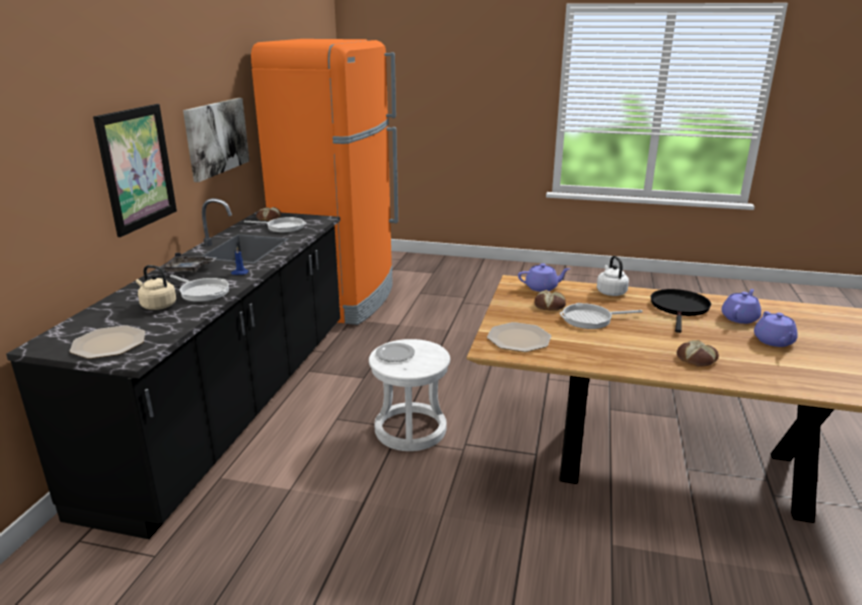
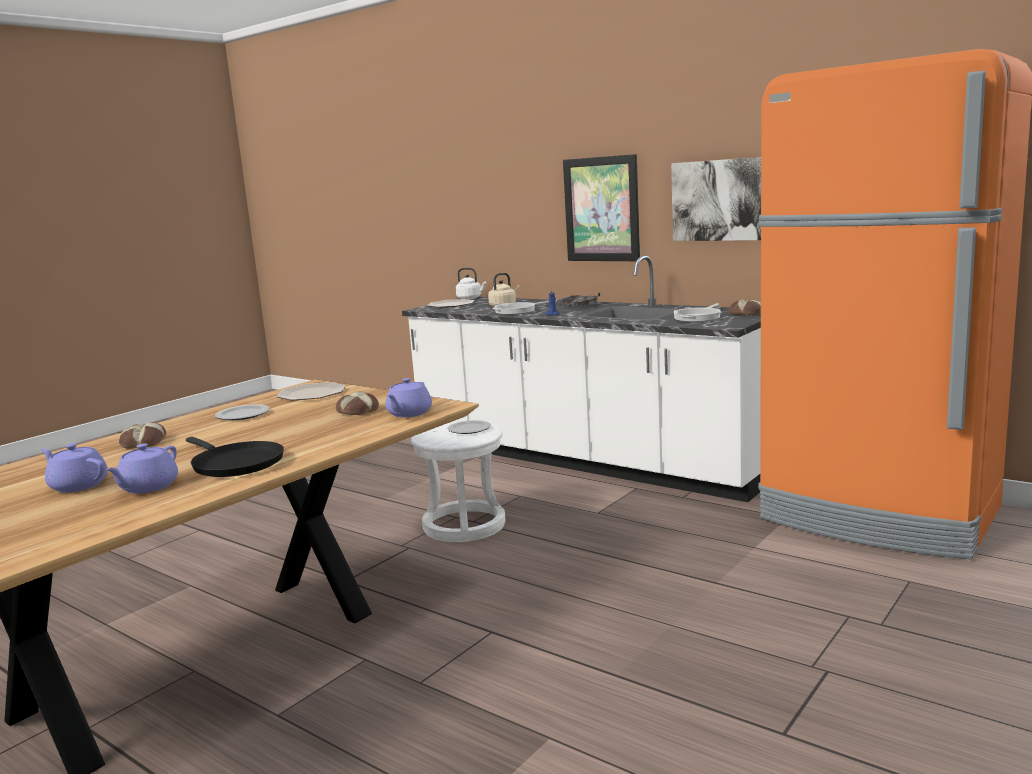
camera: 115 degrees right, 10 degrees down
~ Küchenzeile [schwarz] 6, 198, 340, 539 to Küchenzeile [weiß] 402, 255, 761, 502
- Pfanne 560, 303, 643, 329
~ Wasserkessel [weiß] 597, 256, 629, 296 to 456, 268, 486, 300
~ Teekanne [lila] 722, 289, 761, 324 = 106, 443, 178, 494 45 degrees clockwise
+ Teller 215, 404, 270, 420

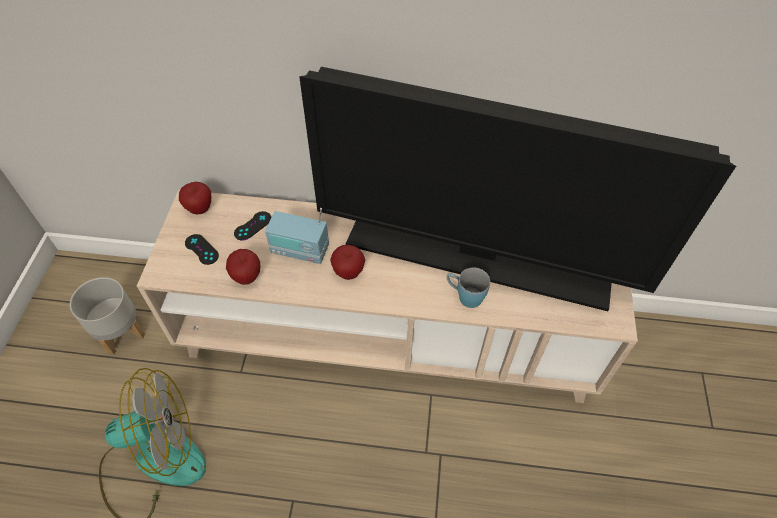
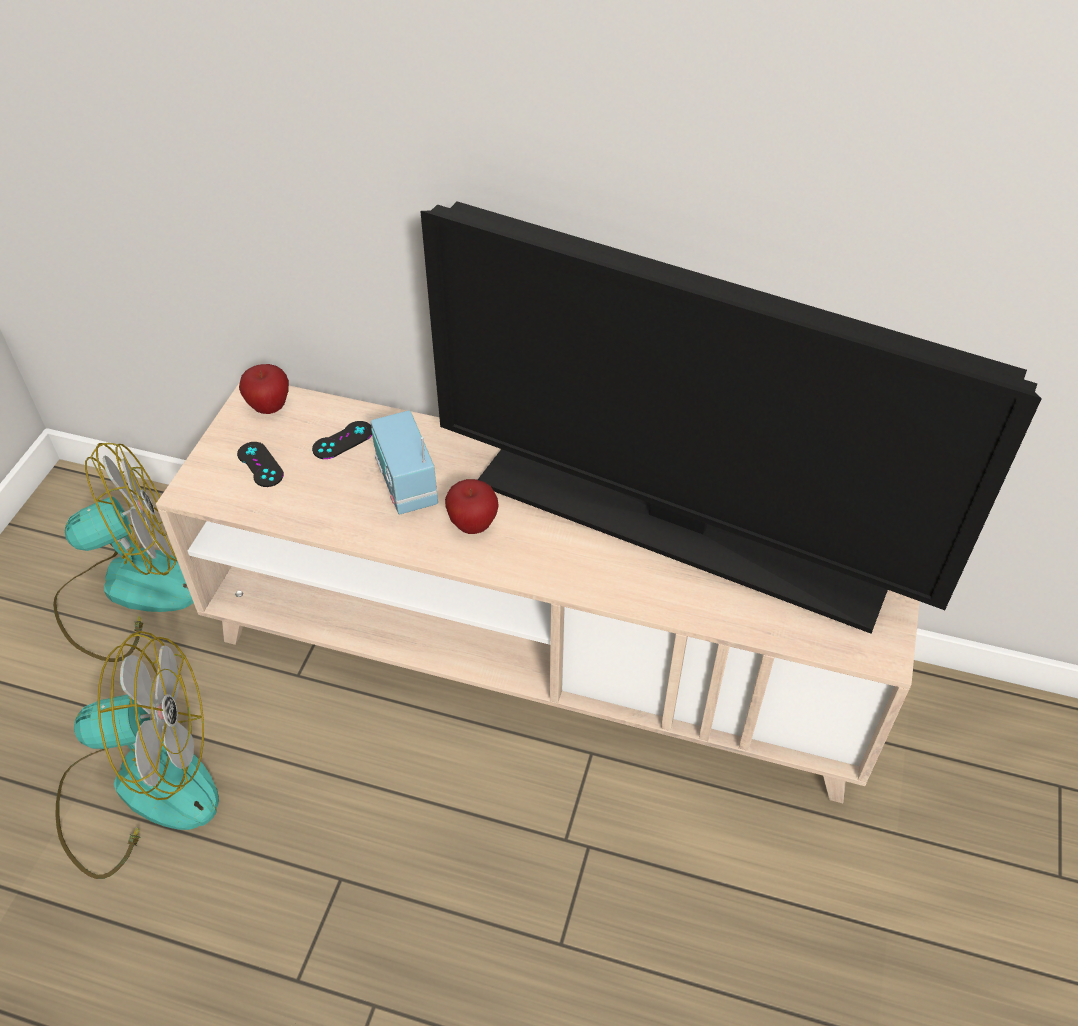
camera: 10 degrees right, 5 degrees down
~ Pflanzkübel [grau] 70, 277, 145, 355 to Ventilator 53, 443, 193, 662
- Apfel 226, 249, 260, 285
~ Radio 265, 208, 329, 264 = 371, 410, 438, 515 45 degrees clockwise
- Henkelbecher [blau] 446, 267, 490, 308

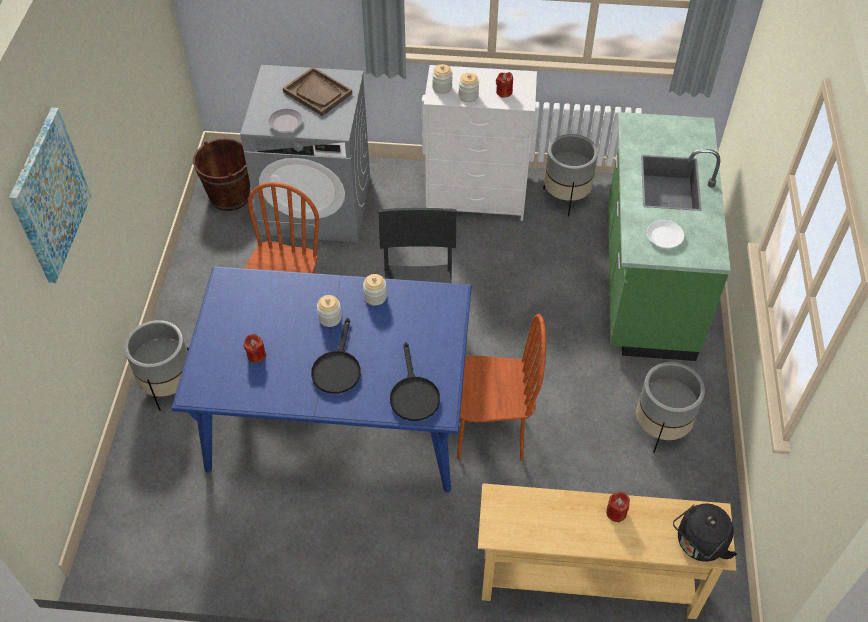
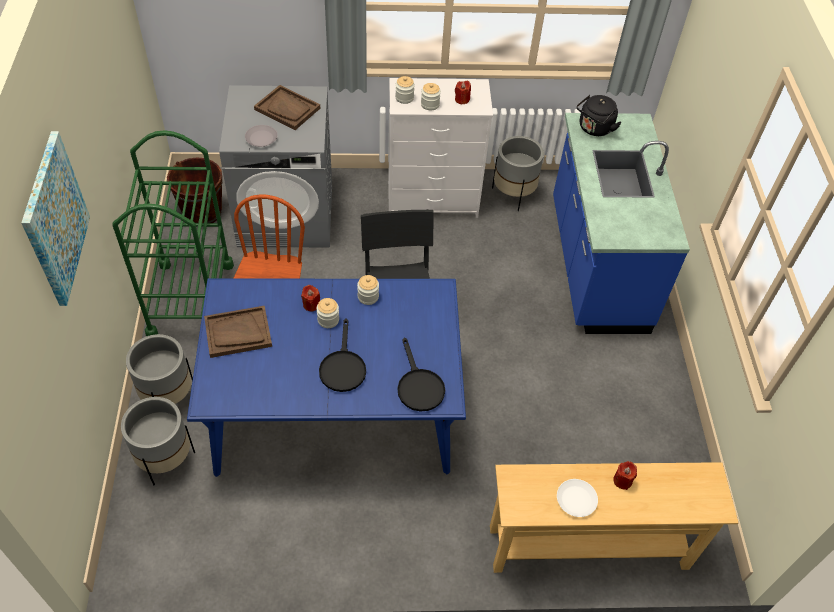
camera: 10 degrees left, 0 degrees up
~ Kerze [rot] 243, 334, 266, 363 to 301, 285, 320, 311
- Stuhl [braun] 457, 314, 546, 461
~ Küchenzeile [grün] 608, 112, 731, 361 to Küchenzeile [blau] 553, 113, 690, 334
~ Pflanzkübel [grau] 636, 362, 705, 453 to 121, 397, 195, 485
~ Teller [weiß] 647, 220, 684, 248 to 557, 479, 598, 517
~ Wasserkessel [schwarz] 673, 504, 737, 562 to 577, 95, 622, 136
+ Rollwagen [grün] 112, 130, 234, 336
+ Tablett [braun] 204, 306, 272, 358

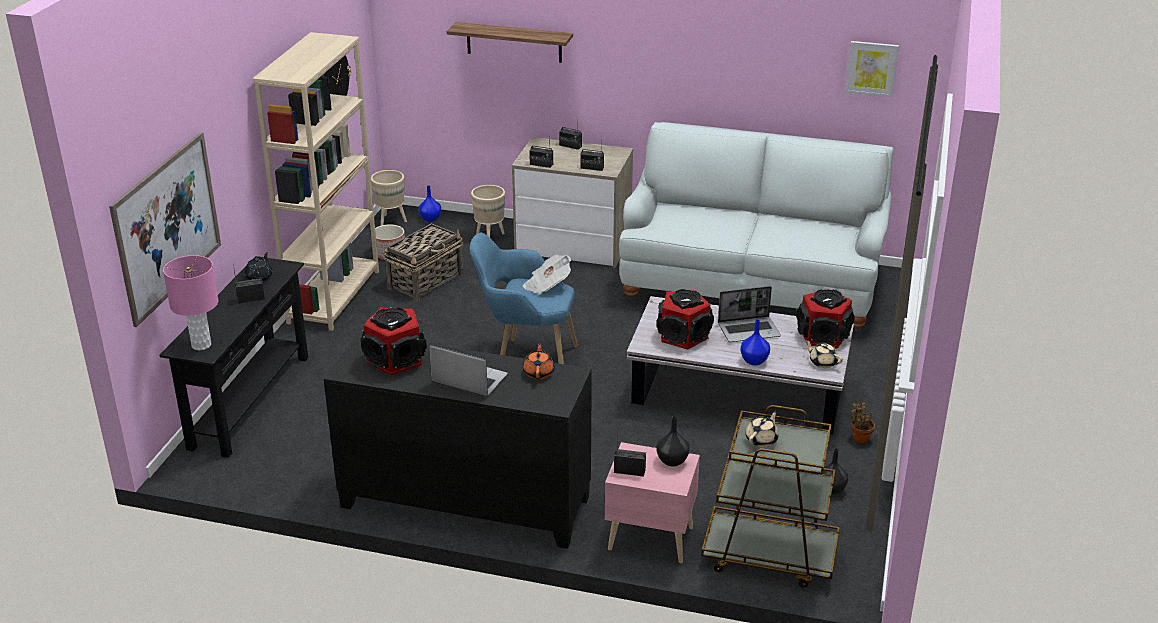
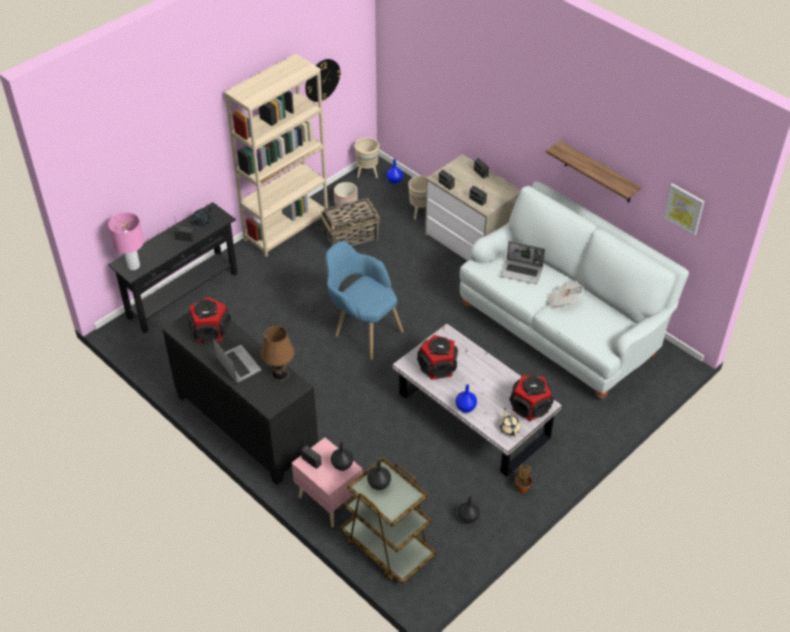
camera: 30 degrees right, 15 degrees up
- Bild 109, 132, 221, 327
~ Wandregal 447, 22, 573, 63 to 546, 141, 641, 203
~ Zeitung 523, 255, 571, 295 to 546, 281, 584, 308
~ Teekanne [orange] 523, 342, 555, 379 to Tischlampe [braun] 261, 326, 299, 398
~ Laptop 718, 286, 781, 342 to 501, 241, 545, 284
~ Teekanne [beige] 745, 410, 779, 447 to Vase [schwarz] 367, 460, 391, 490

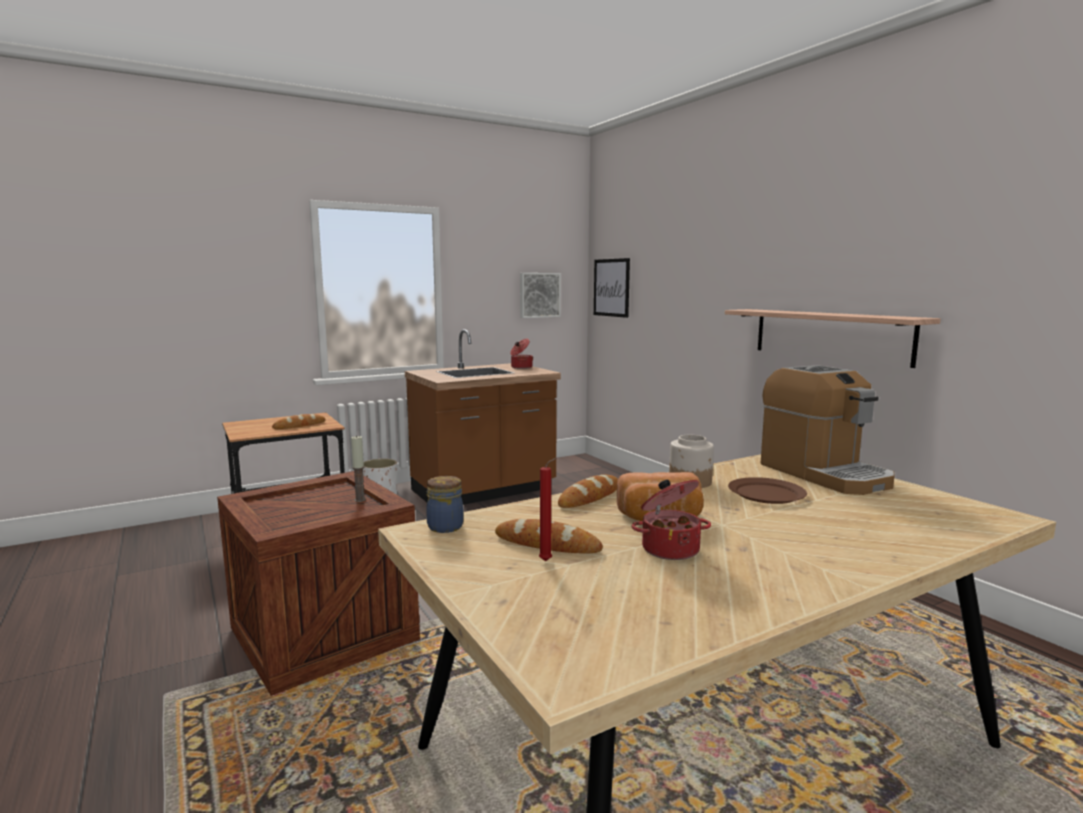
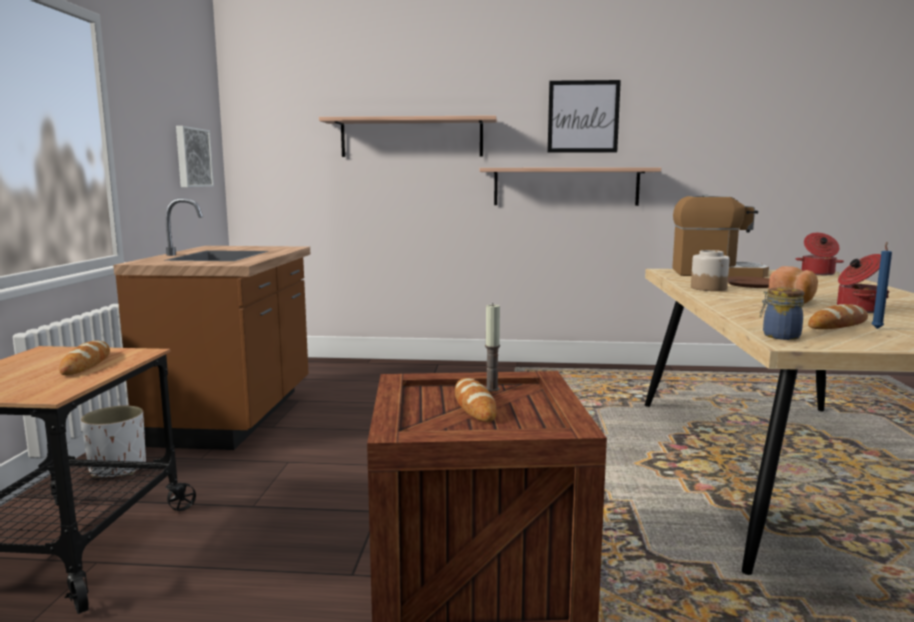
camera: 55 degrees left, 0 degrees up
~ Kochtopf 510, 339, 533, 369 to 795, 233, 844, 275
~ Kerze [rot] 539, 457, 557, 561 to Kerze [blau] 871, 242, 892, 329
~ Brot 558, 475, 618, 508 to 455, 378, 497, 422
~ Bild 594, 258, 630, 318 to 547, 80, 621, 153
+ Wandregal 319, 115, 497, 157

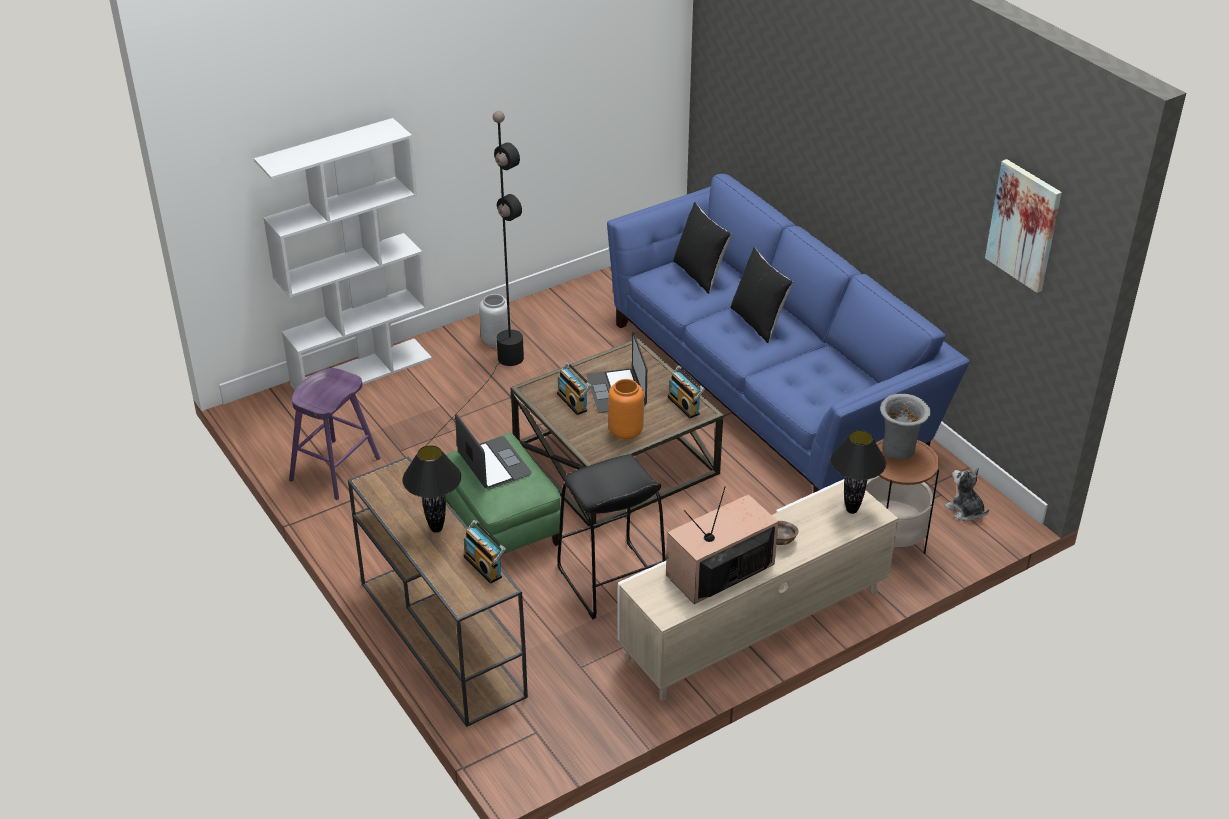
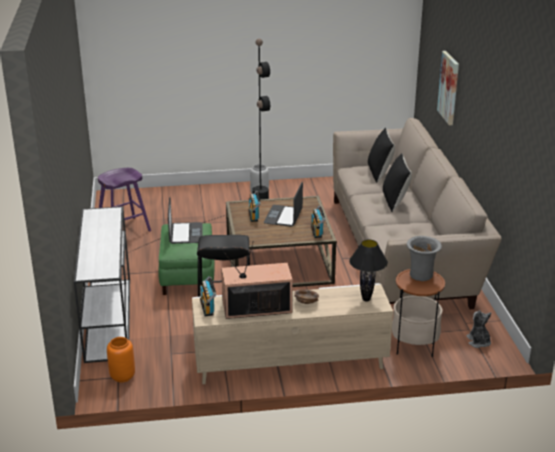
camera: 25 degrees right, 10 degrees down
- Bücherregal [weiß] 254, 118, 432, 390
~ Konsolentisch [braun] 348, 456, 528, 727 to Konsolentisch [weiß] 74, 206, 130, 363
- Tischlampe [schwarz] 402, 445, 461, 533
~ Radio 464, 520, 506, 584 to 200, 276, 216, 316
~ Sofa [blau] 607, 174, 970, 492 to Sofa [beige] 333, 118, 502, 309
~ Vase [orange] 608, 379, 644, 440 to 107, 337, 135, 382
~ Bild 985, 159, 1062, 293 to 437, 51, 459, 125

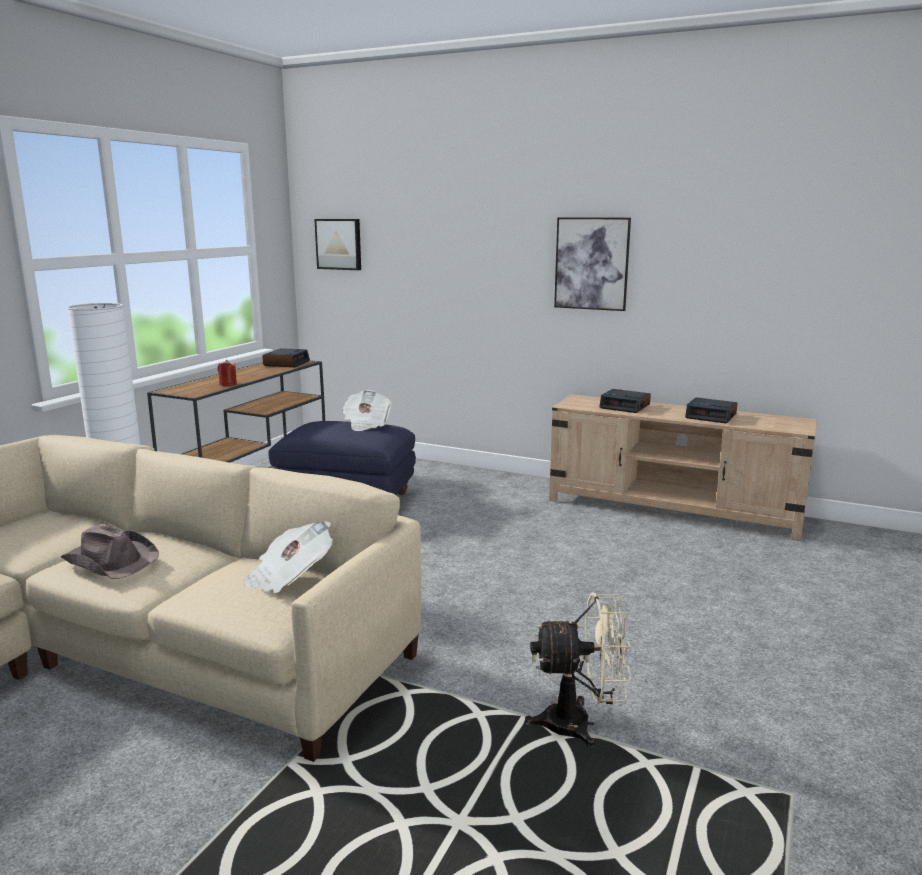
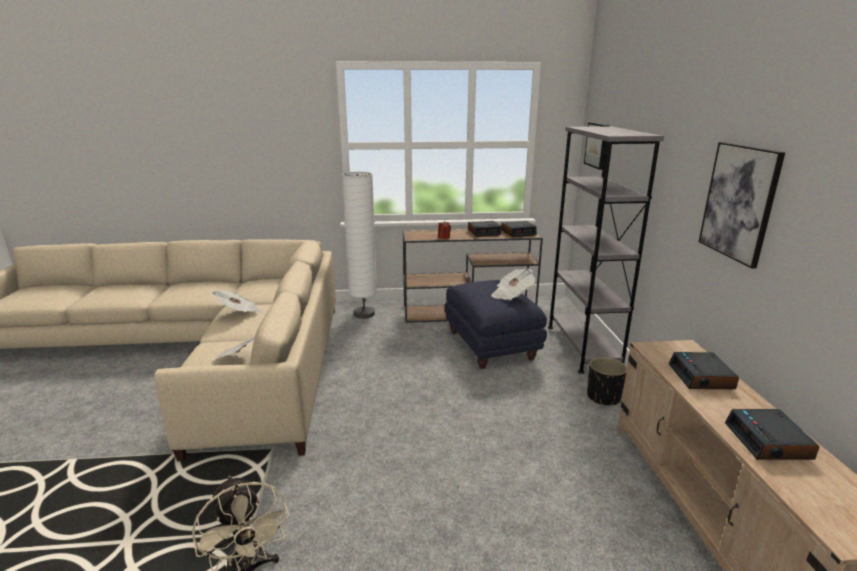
camera: 60 degrees right, 5 degrees up
~ Hut [braun] 60, 524, 159, 579 to Zeitung 211, 290, 262, 313
+ Wecker 468, 221, 501, 237
+ Bücherregal [grau] 548, 126, 664, 374
+ Pflanzkübel [schwarz] 587, 357, 627, 406

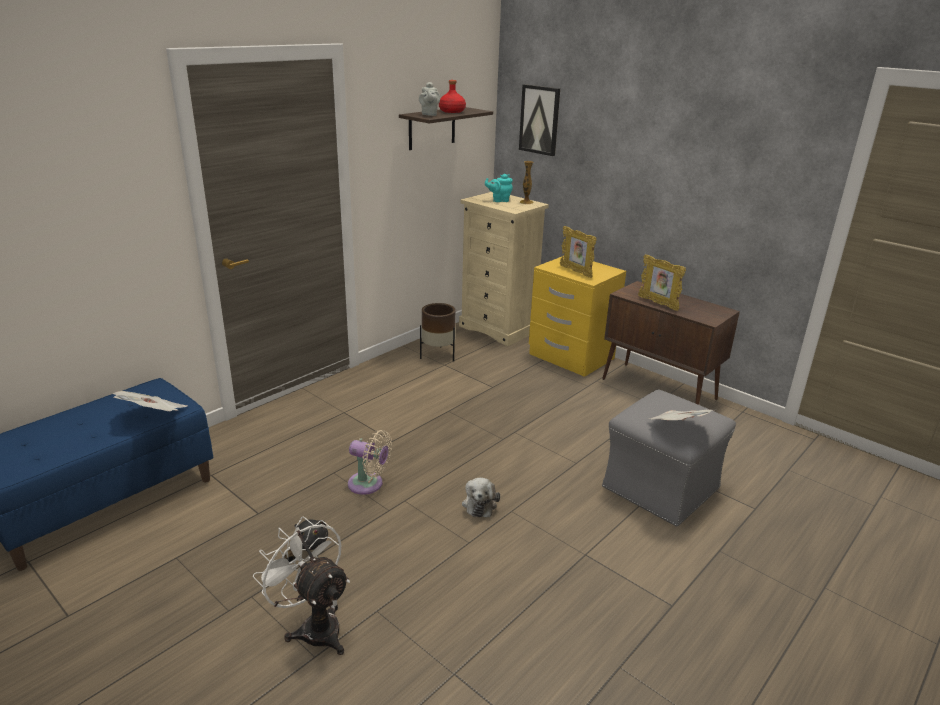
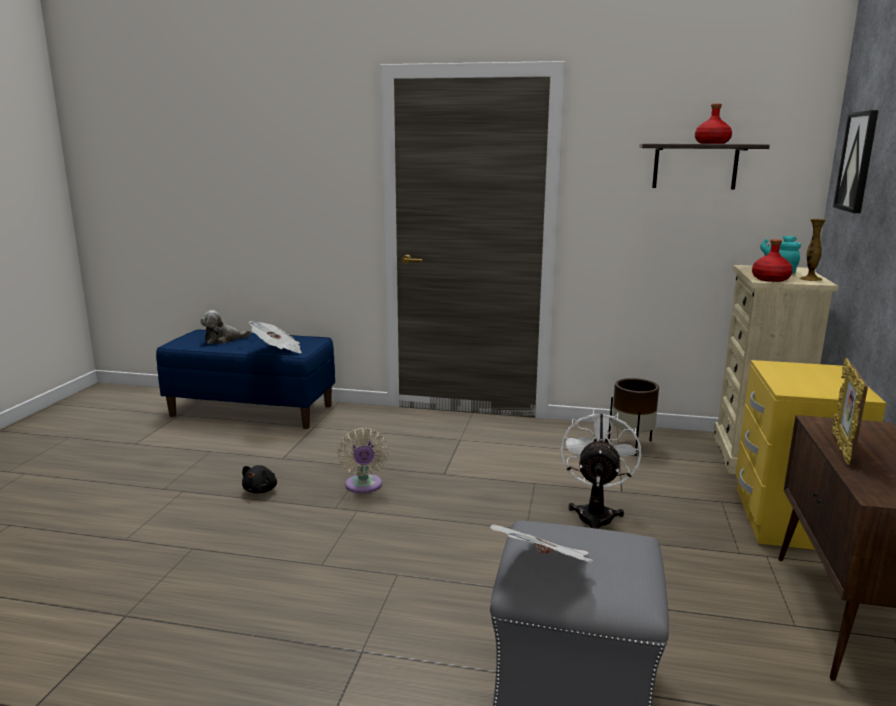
camera: 60 degrees right, 10 degrees down
~ Ventilator [weiß] 253, 516, 350, 655 to 561, 409, 641, 529
- Teekanne [grau] 419, 82, 440, 116
~ Plüschtier 462, 478, 500, 517 to 200, 310, 251, 344
- Bilderrahmen 560, 226, 597, 278
+ Flasche [rot] 752, 239, 793, 282

